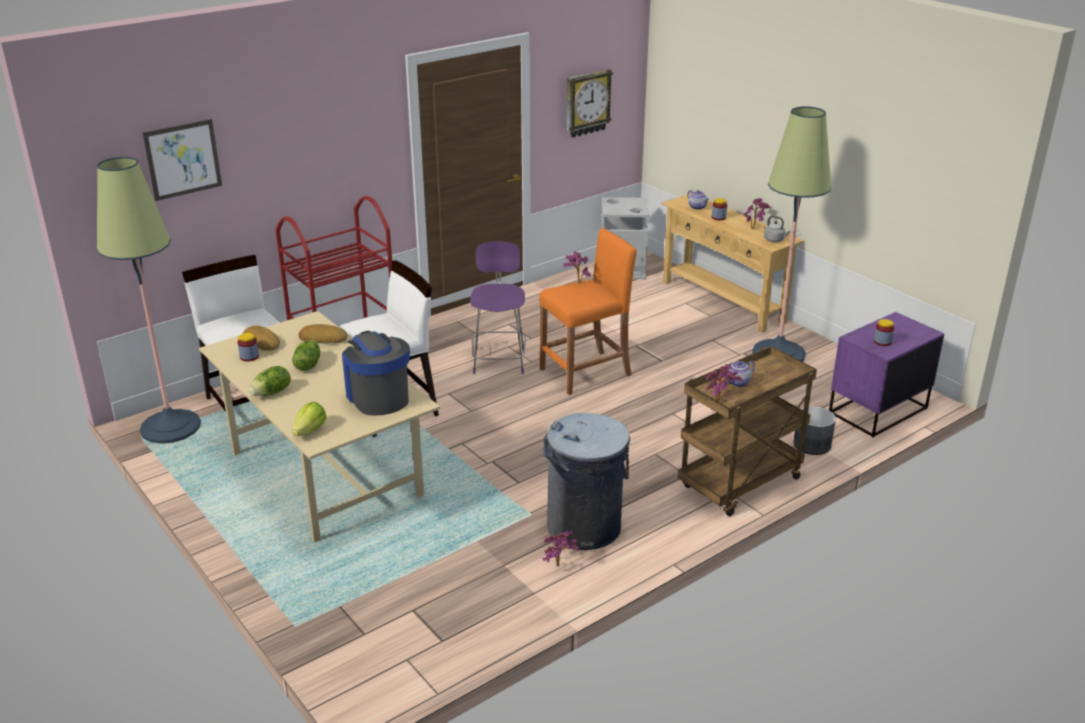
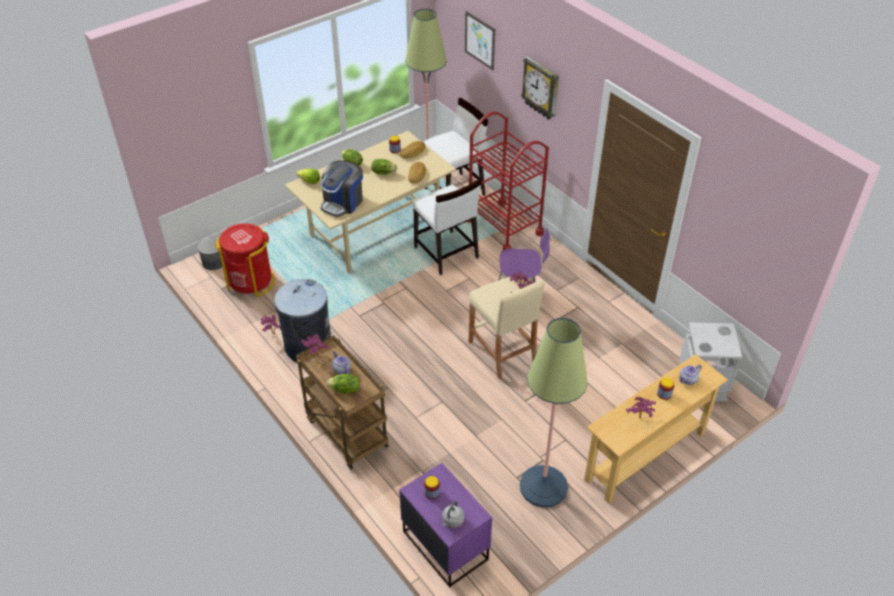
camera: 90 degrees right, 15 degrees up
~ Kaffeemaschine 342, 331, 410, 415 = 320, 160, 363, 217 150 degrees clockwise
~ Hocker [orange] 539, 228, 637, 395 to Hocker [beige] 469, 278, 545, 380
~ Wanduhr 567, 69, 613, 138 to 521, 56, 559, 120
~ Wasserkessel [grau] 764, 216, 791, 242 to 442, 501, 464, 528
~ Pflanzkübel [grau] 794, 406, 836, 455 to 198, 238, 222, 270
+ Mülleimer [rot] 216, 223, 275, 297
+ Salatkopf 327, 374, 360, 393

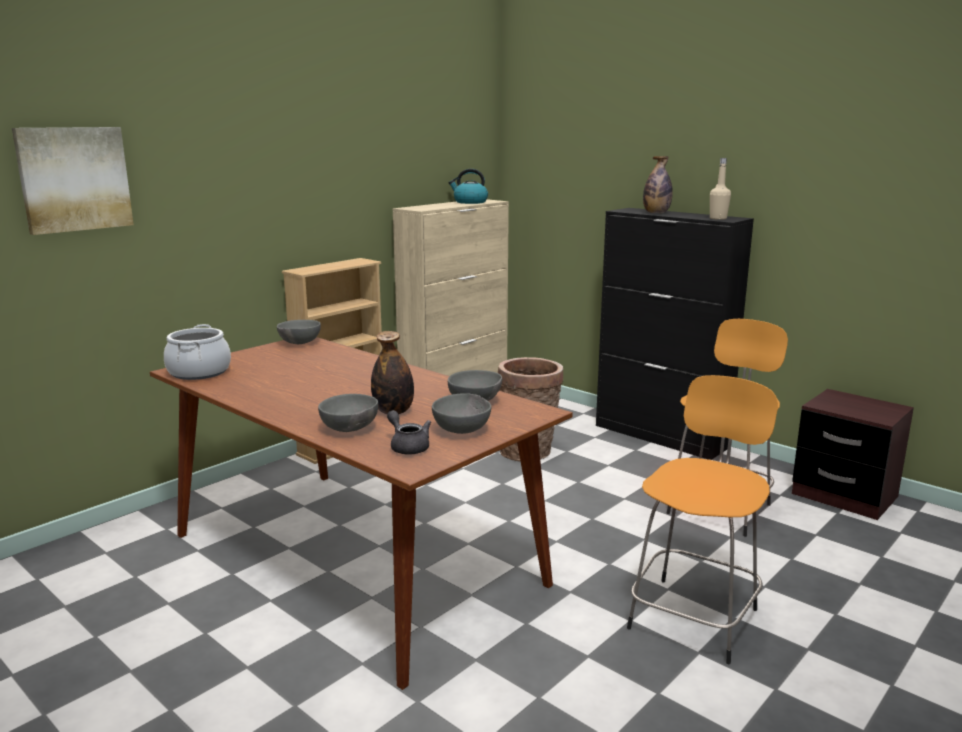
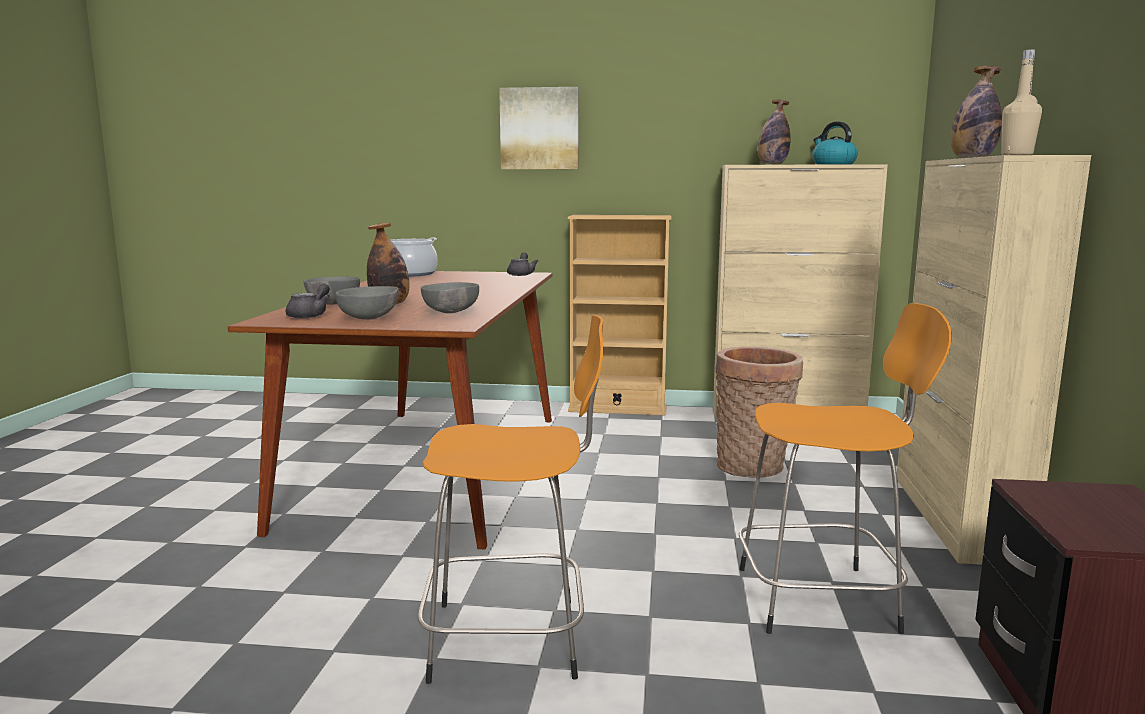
camera: 55 degrees right, 5 degrees down
~ Bild 12, 127, 134, 235 to 499, 87, 579, 169
~ Schüssel [grau] 277, 320, 321, 344 to Teekanne [grau] 507, 252, 539, 276
~ Schrank [schwarz] 596, 208, 754, 460 to Schrank [beige] 897, 155, 1091, 565
+ Flasche 758, 99, 791, 165

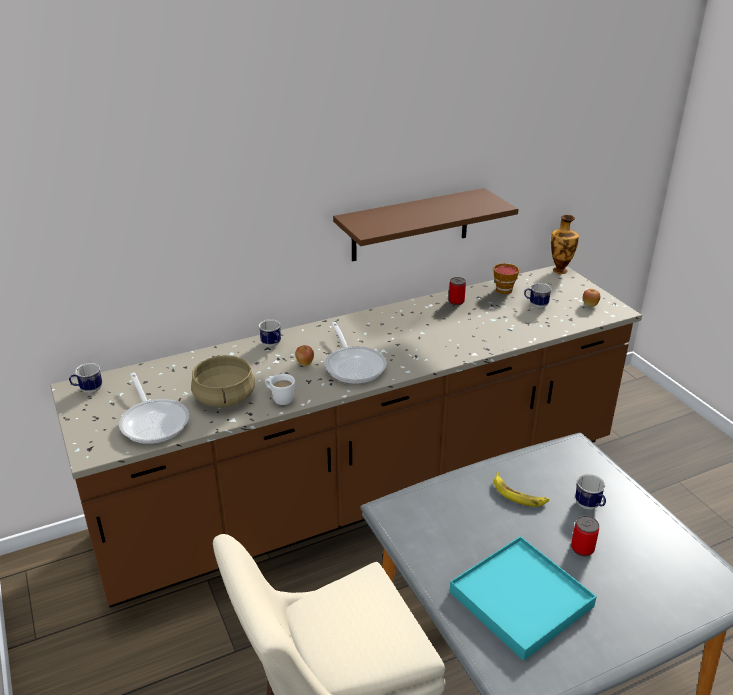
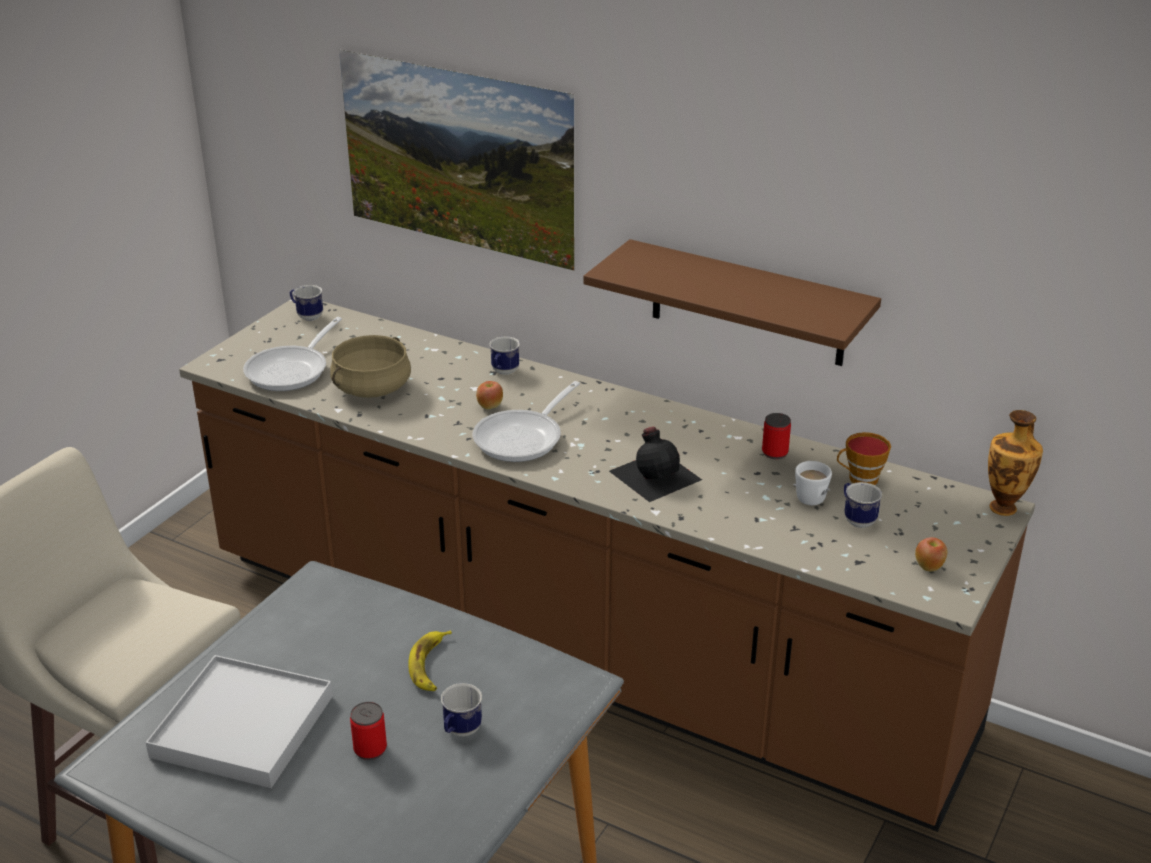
camera: 55 degrees right, 0 degrees up
~ Henkelbecher [weiß] 265, 374, 295, 405 to 795, 461, 832, 505
~ Tablett [türkis] 449, 536, 597, 661 to Tablett [weiß] 146, 655, 333, 788
+ Bild 339, 50, 574, 271
+ Flasche [schwarz] 609, 427, 702, 502

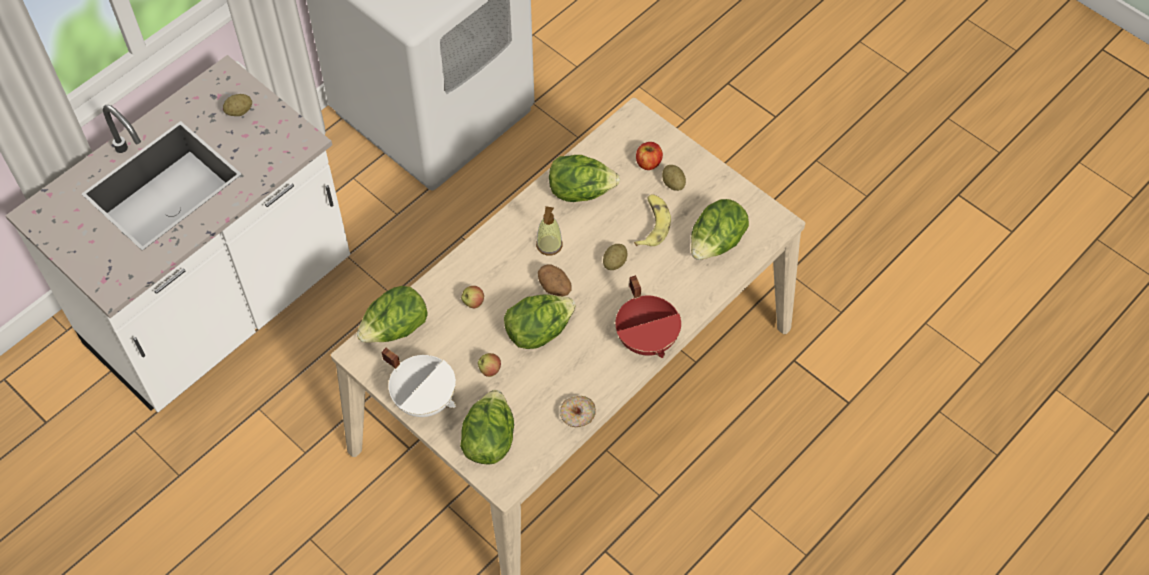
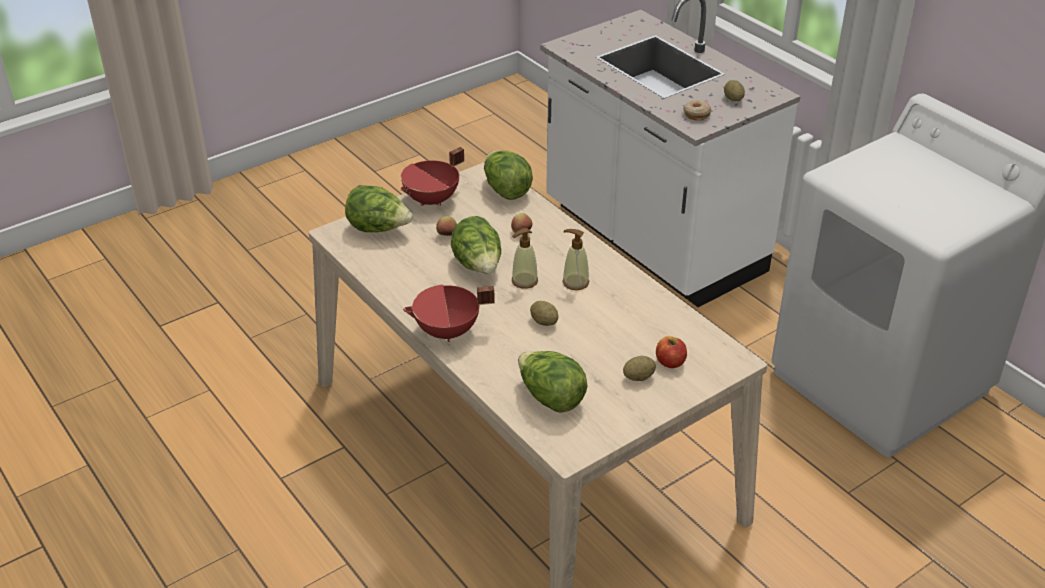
camera: 100 degrees right, 20 degrees down
~ Kochtopf [weiß] 382, 348, 456, 417 to Kochtopf [rot] 400, 147, 464, 206
~ Kartoffel 538, 265, 572, 296 to Seifenspender 512, 228, 538, 289
- Salatkopf 549, 155, 620, 202
~ Donut 560, 396, 596, 427 to 683, 100, 711, 121
- Banane 634, 194, 671, 246

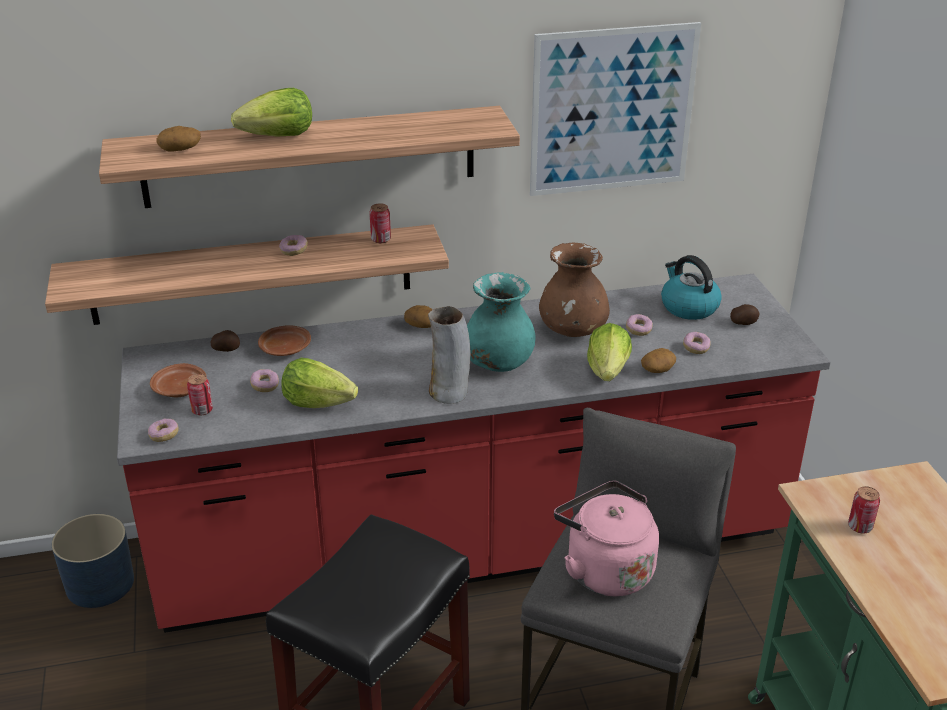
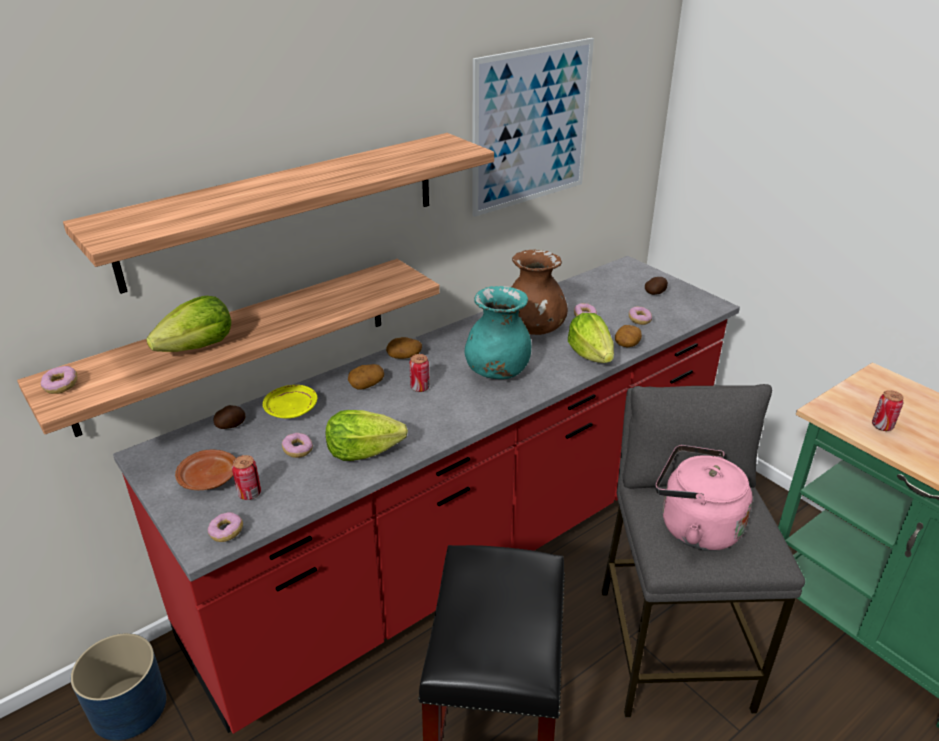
camera: 25 degrees left, 0 degrees up
~ Kartoffel 156, 126, 201, 152 to 348, 364, 384, 390
~ Salatkopf 231, 88, 312, 137 to 146, 296, 231, 352
~ Teller [braun] 258, 325, 311, 356 to Teller [gelb] 263, 385, 317, 418
~ Donut 279, 235, 308, 256 to 41, 366, 77, 394
~ Dose 369, 203, 391, 243 to 409, 354, 430, 392
- Vase 428, 306, 471, 404
- Wasserkessel 661, 255, 722, 320

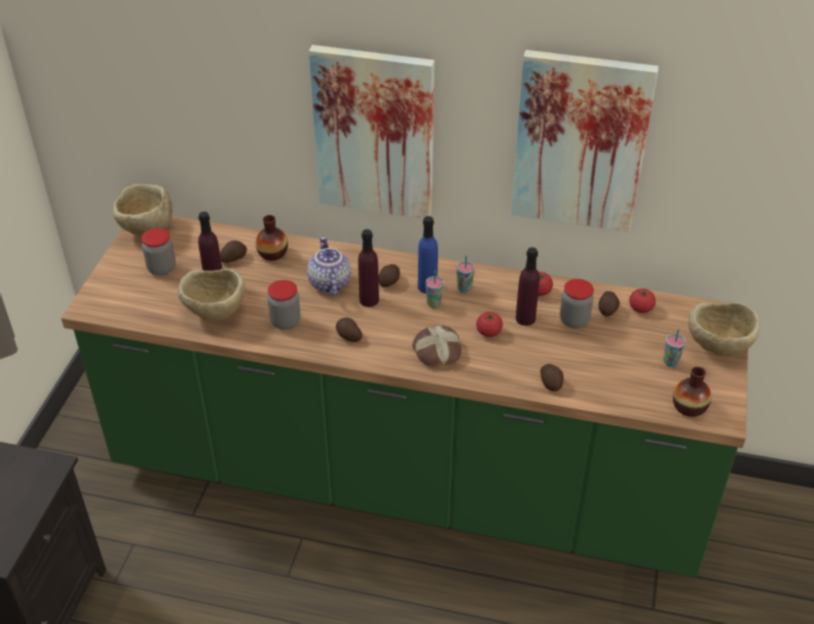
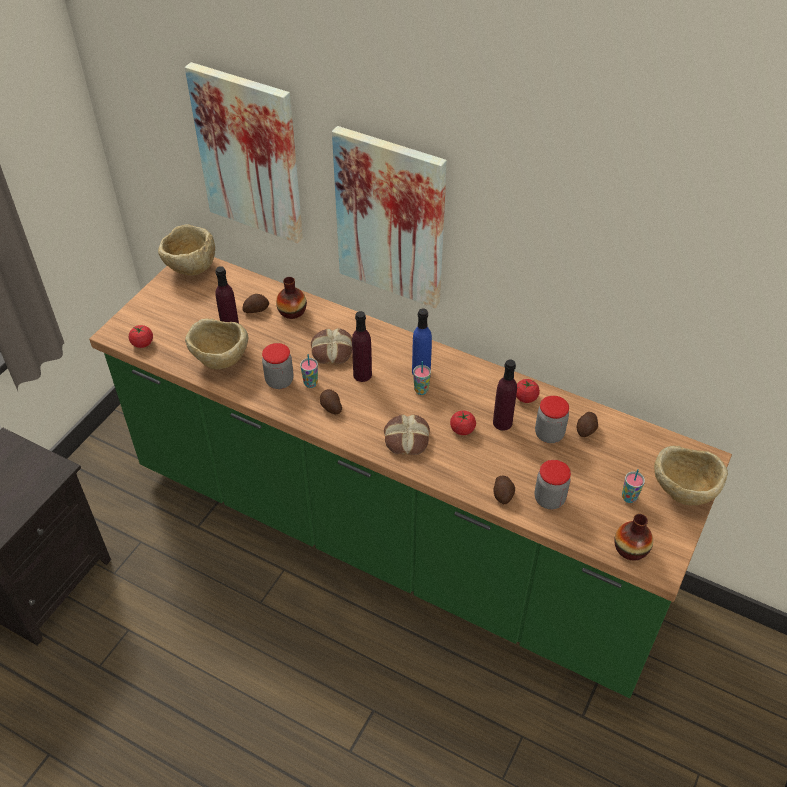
camera: 15 degrees right, 5 degrees up
~ Vorratsglas 141, 228, 176, 276 to 534, 460, 571, 509
~ Teekanne 307, 236, 351, 296 to Brot 311, 328, 352, 364
- Kartoffel 379, 264, 400, 287
~ Tasse 457, 256, 475, 293 to 300, 354, 318, 388
~ Bild 511, 50, 659, 232 to 185, 62, 303, 243
~ Tomate 629, 288, 656, 313 to 129, 325, 153, 348

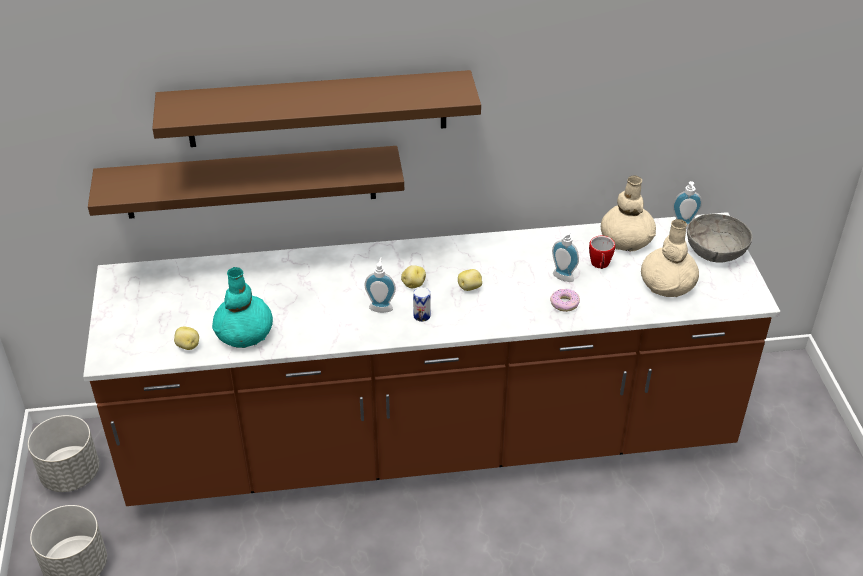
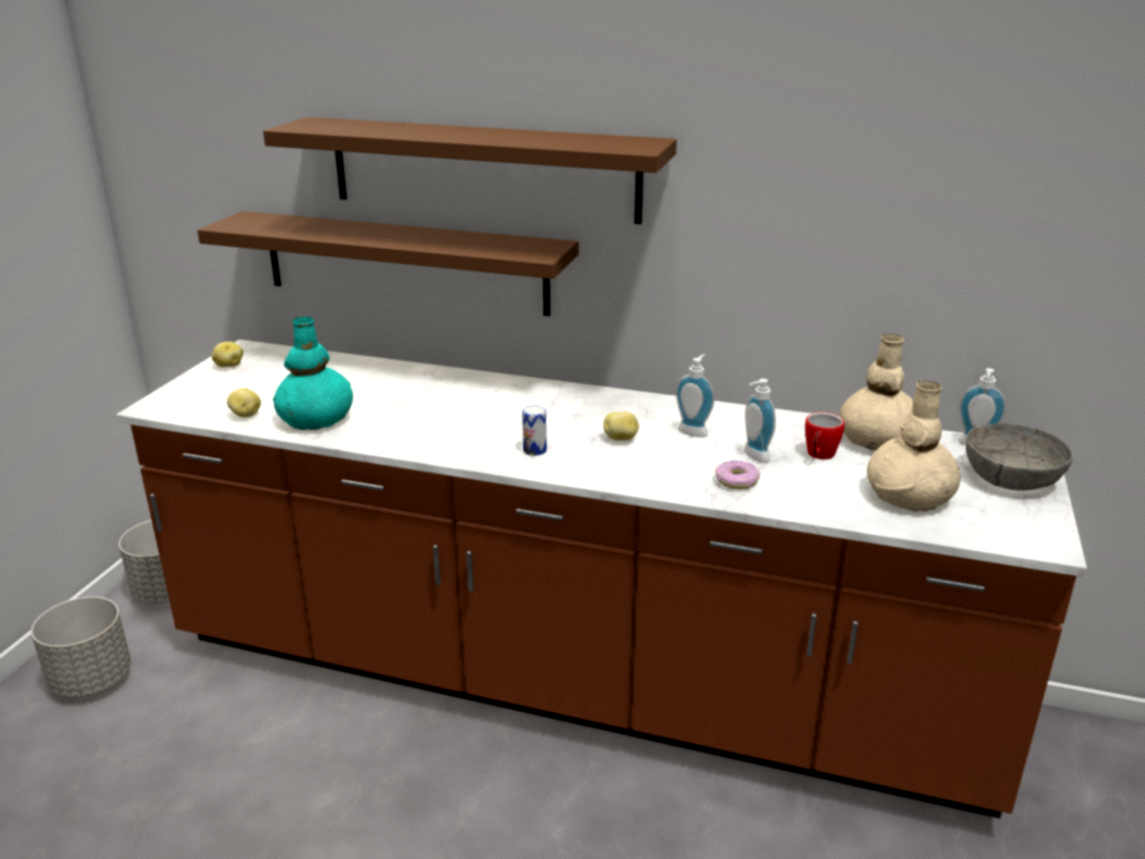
camera: 25 degrees right, 15 degrees down
~ Seifenspender 365, 257, 396, 313 to 676, 354, 715, 437
~ Kartoffel 401, 265, 426, 288 to 212, 342, 243, 367

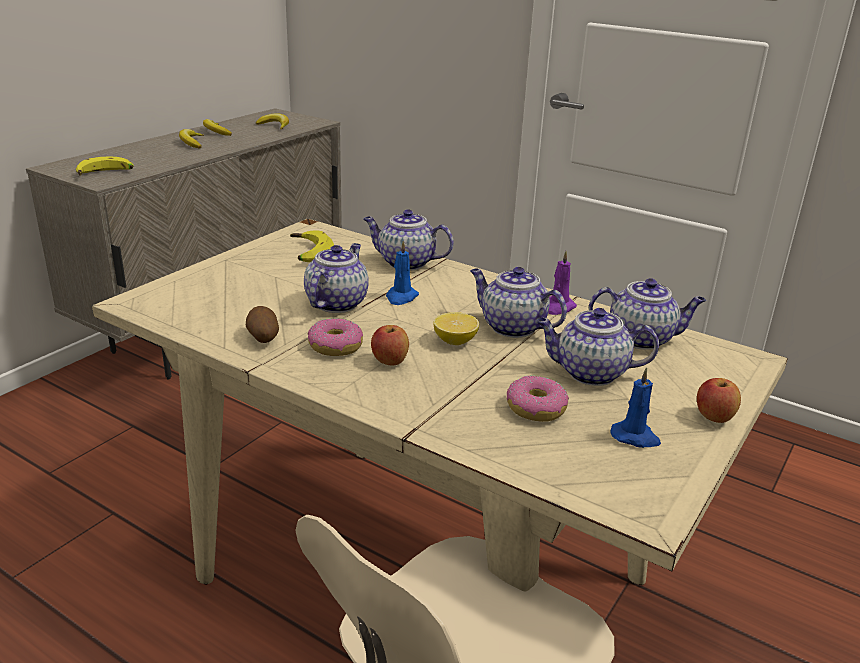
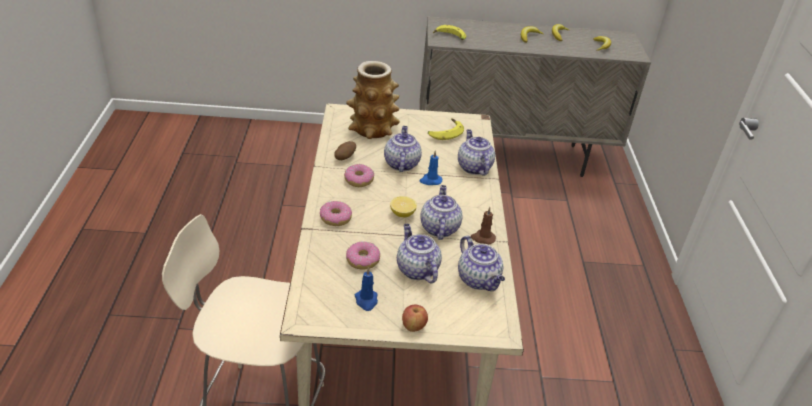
camera: 55 degrees right, 10 degrees up
~ Teekanne 304, 243, 369, 313 = 384, 126, 422, 172 75 degrees counterclockwise
- Apfel 371, 325, 409, 365
~ Kerze [lila] 548, 251, 577, 315 to Kerze [braun] 470, 207, 496, 244
+ Donut 320, 201, 352, 226
+ Vase 346, 61, 400, 139

